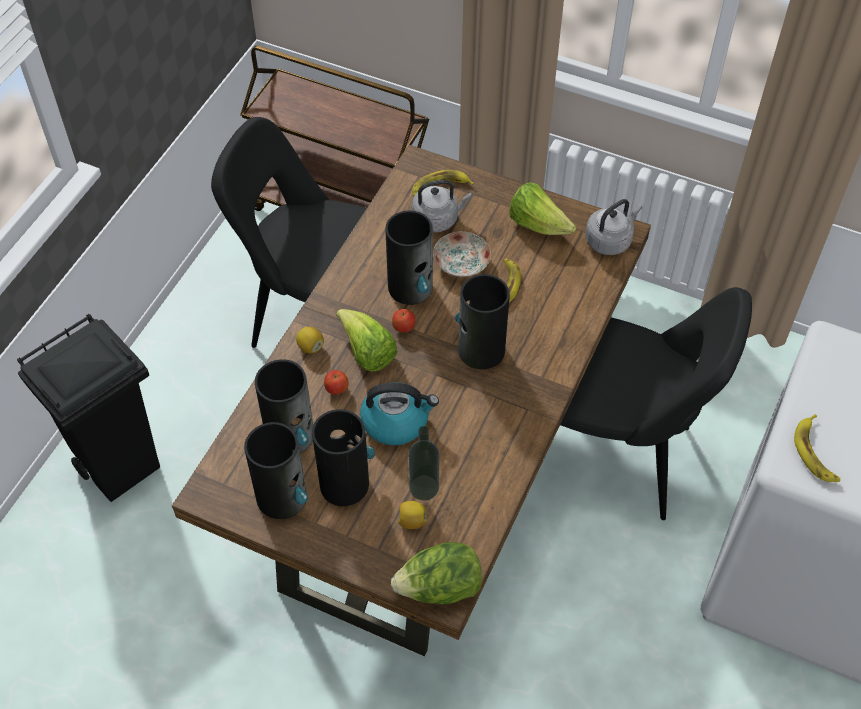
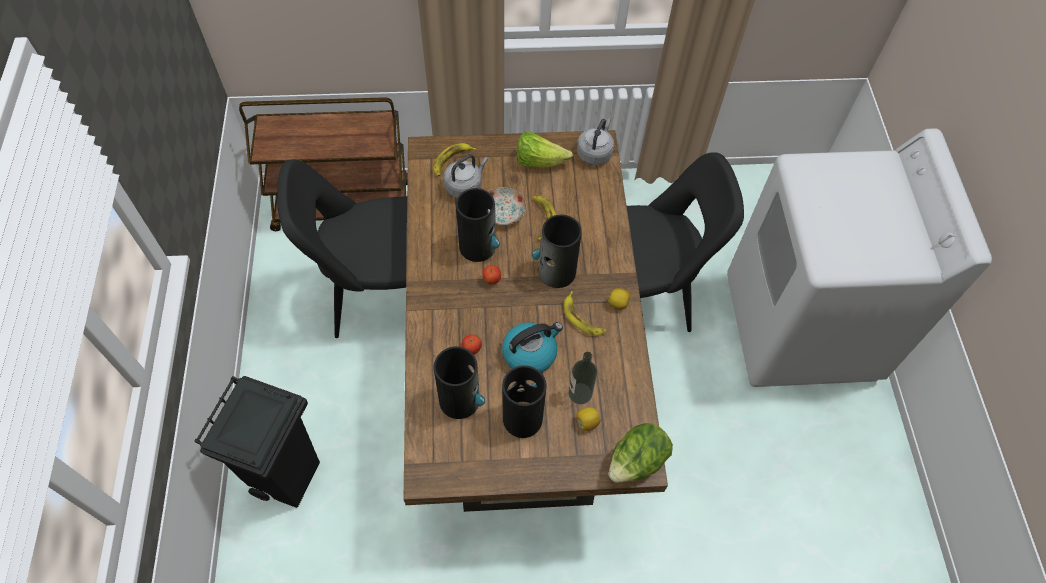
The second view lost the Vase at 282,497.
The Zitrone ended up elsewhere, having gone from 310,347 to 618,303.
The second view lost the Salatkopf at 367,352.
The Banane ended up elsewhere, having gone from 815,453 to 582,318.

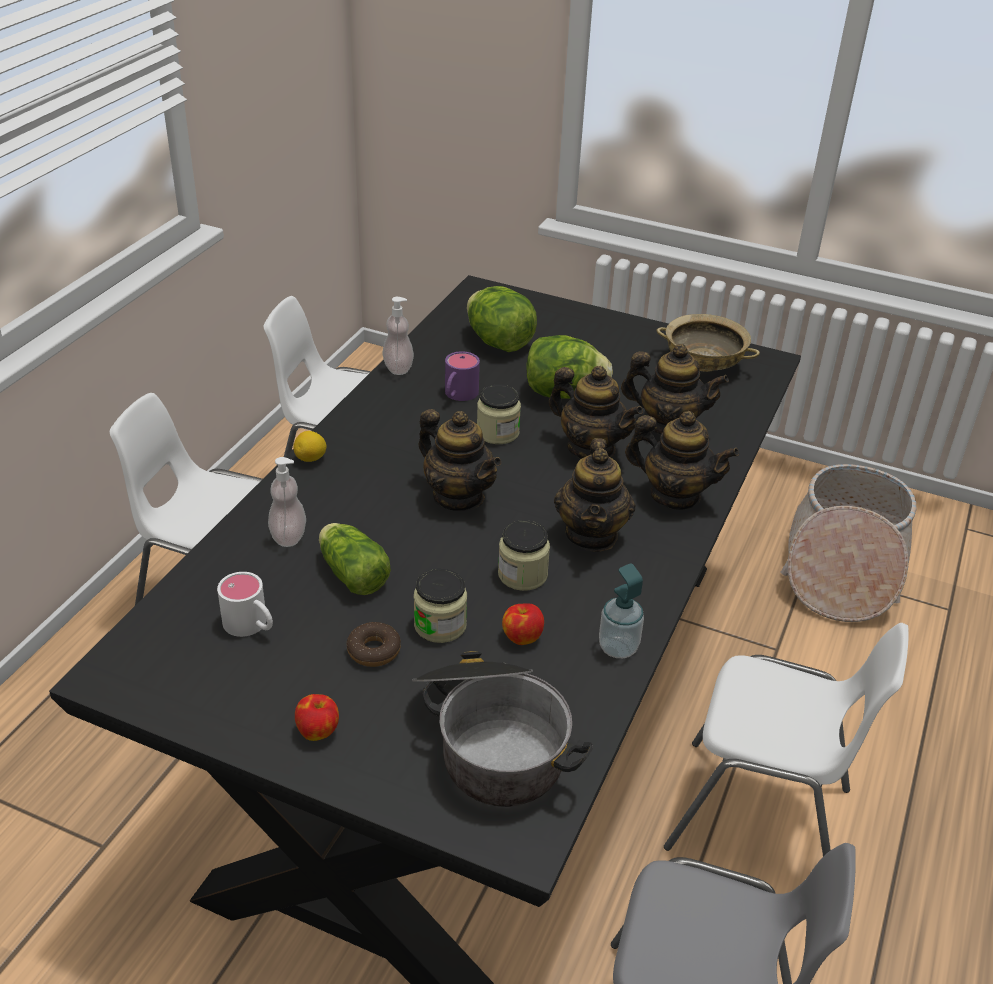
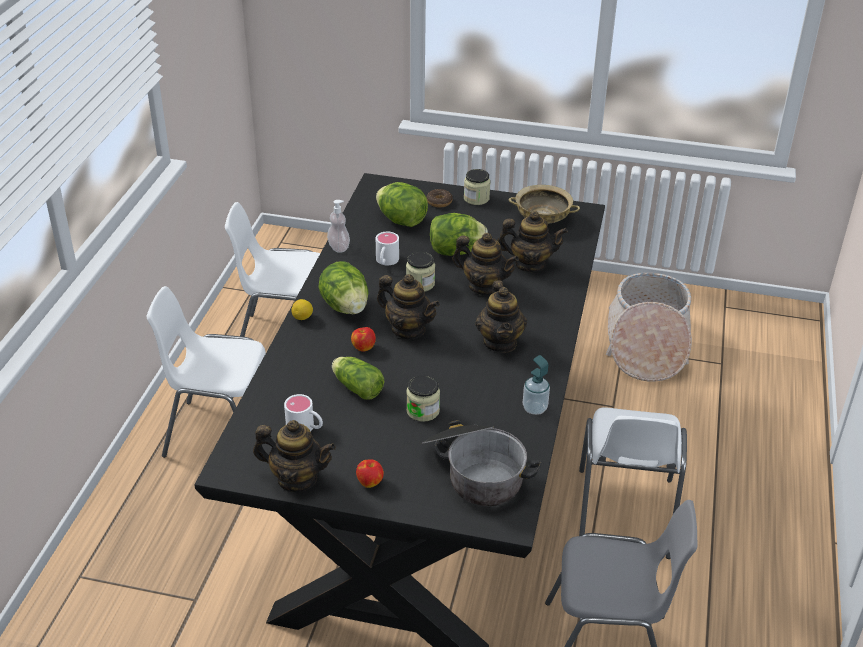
The second view lost the Seifenspender at 288,536.
The Donut ended up elsewhere, having gone from 374,650 to 439,202.
What was the Henkelbecher [lila] at 458,395 turned into the Henkelbecher [weiß] at 385,262.
The Vorratsglas ended up elsewhere, having gone from 522,574 to 476,198.
The Apfel ended up elsewhere, having gone from 522,637 to 363,347.
The Teekanne ended up elsewhere, having gone from 674,495 to 297,479.
The Stuhl [weiß] at 761,818 ended up facing another way, 90 degrees clockwise from before.
The second view gained the Salatkopf at 345,307.

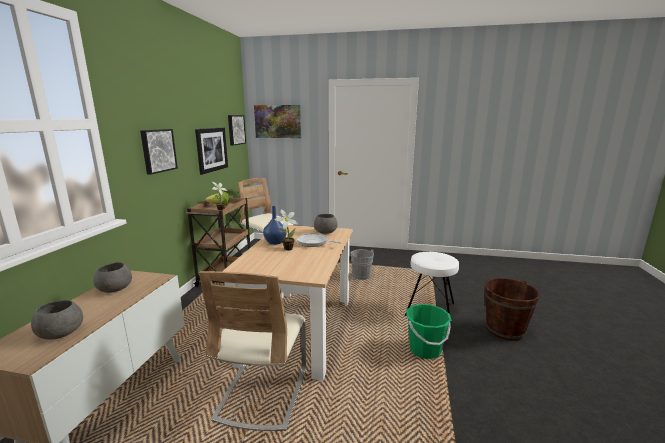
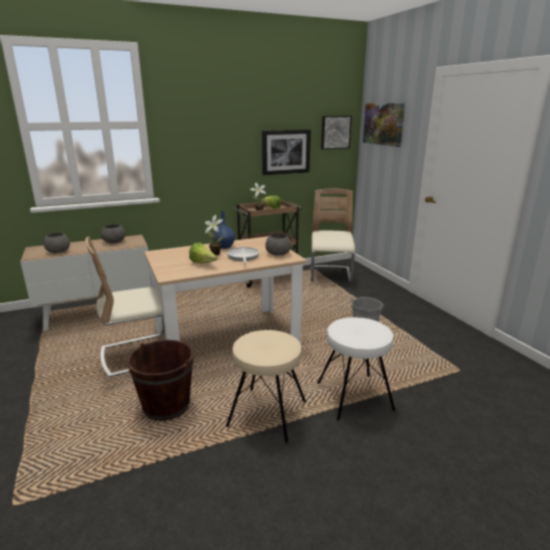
The second view lost the Bild at 158,150.
Where the Eimer [grün] stood at 425,349, the Hocker [beige] came to stand at 268,414.
The Eimer [braun] ended up elsewhere, having gone from 505,330 to 166,406.
The second view gained the Salatkopf at 203,263.

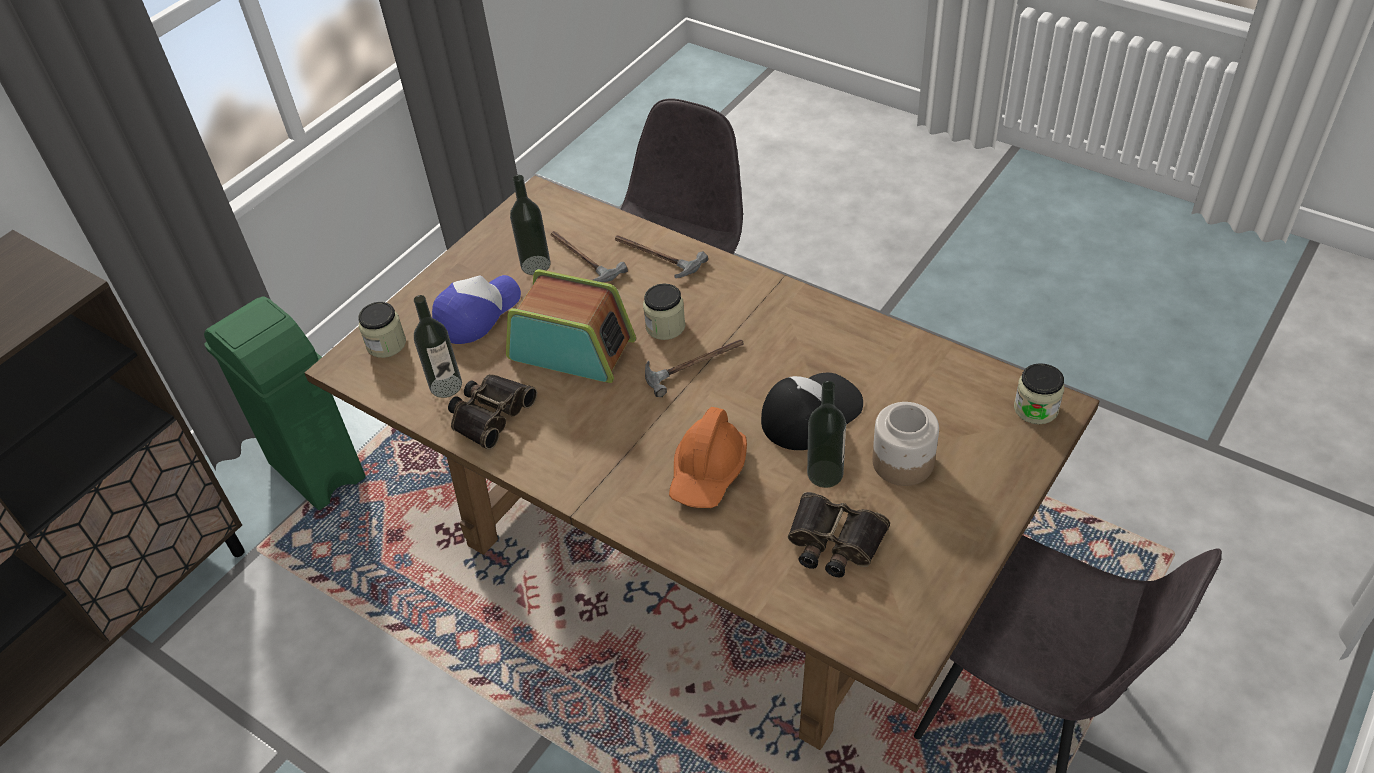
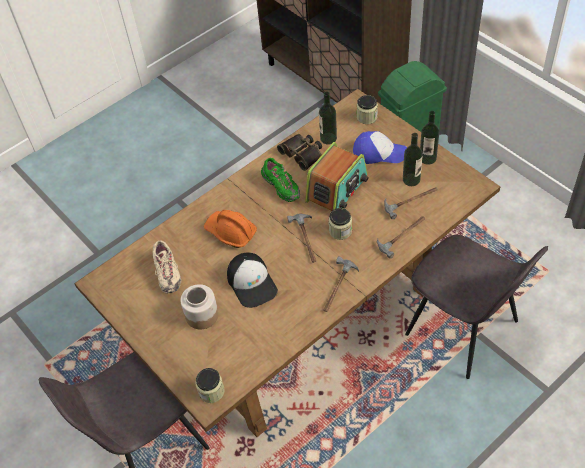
The Kappe at 477,313 ended up facing another way, 45 degrees counterclockwise from before.
Where the Fernglas stood at 833,542, the Schuh [beige] came to stand at 167,273.
The Flasche ended up elsewhere, having gone from 825,474 to 427,158.
The second view gained the Schuh [grün] at 281,187.
The second view gained the Hammer at 338,287.

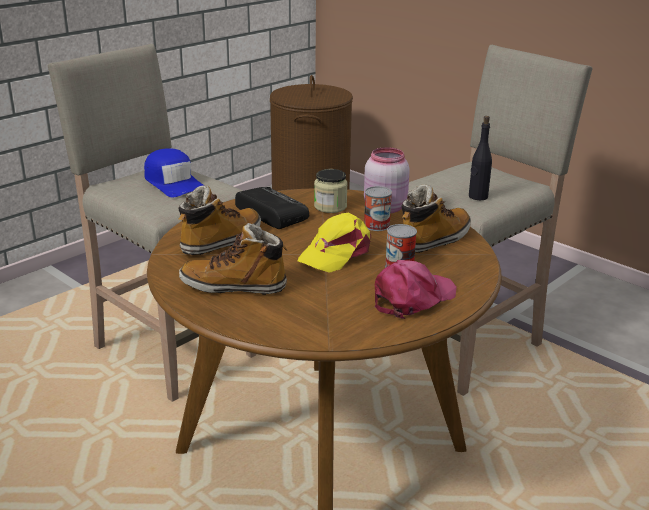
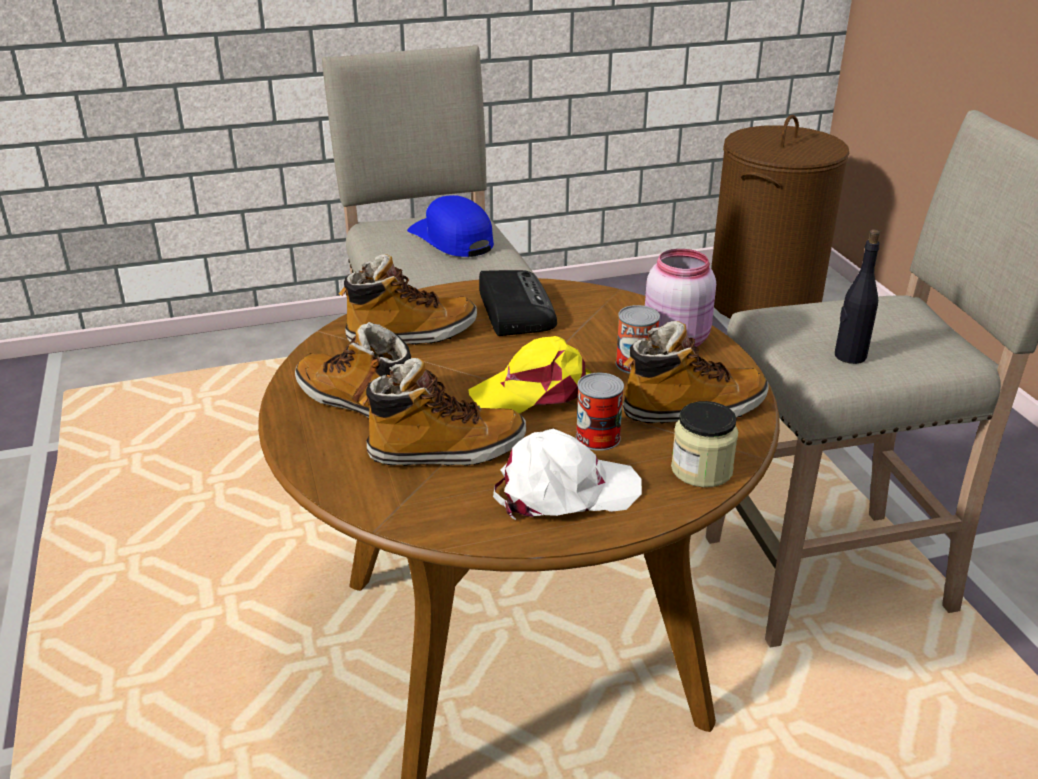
The Kappe [blau] at 173,182 ended up facing another way, 150 degrees clockwise from before.
The Vorratsglas ended up elsewhere, having gone from 330,206 to 701,470.
What was the Kappe [rosa] at 412,298 turned into the Kappe [weiß] at 564,491.
The second view gained the Stiefel at 446,451.

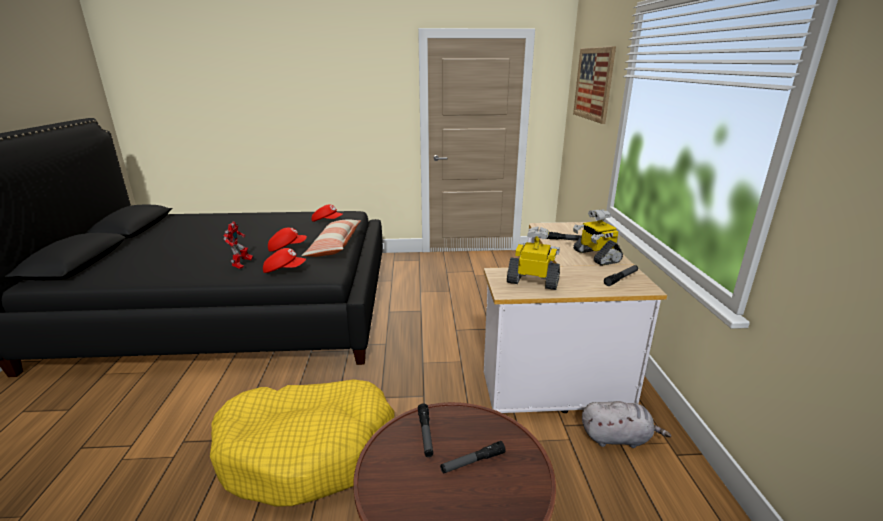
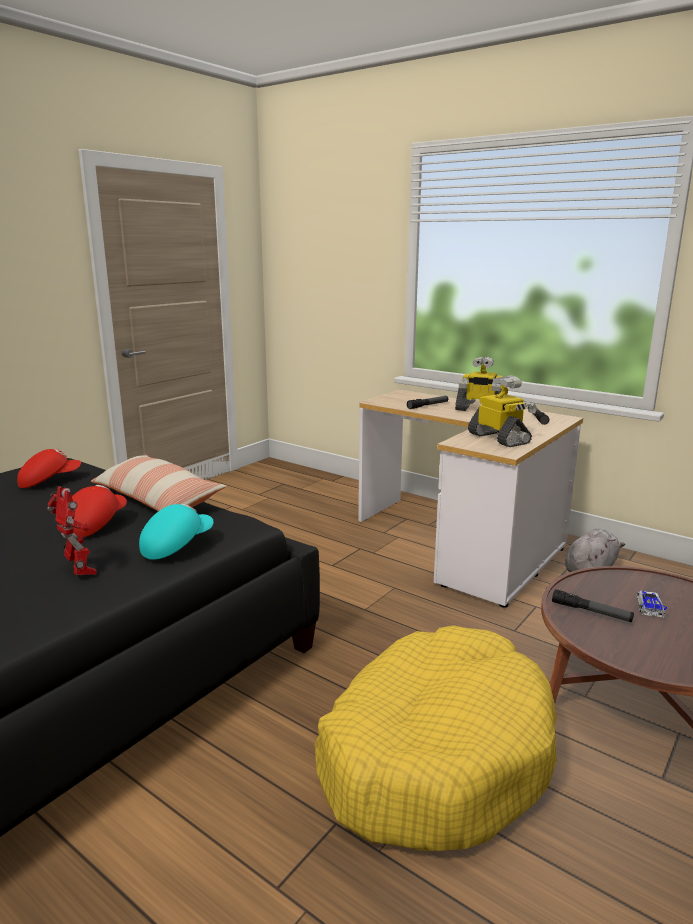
What was the Kappe [rot] at 284,270 turned into the Kappe [türkis] at 176,545.
Where the Taschenlampe stood at 472,462, the Spielzeugauto came to stand at 649,606.
The Spielzeugroboter at 533,281 ended up facing another way, 90 degrees clockwise from before.
The second view lost the Bild at 593,84.

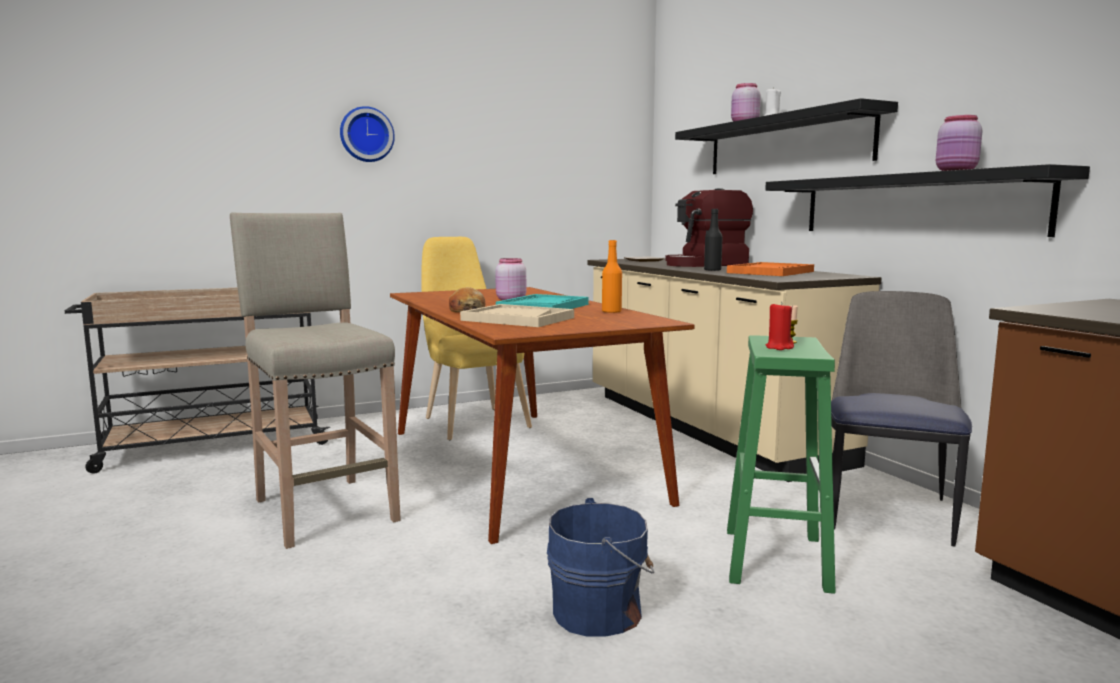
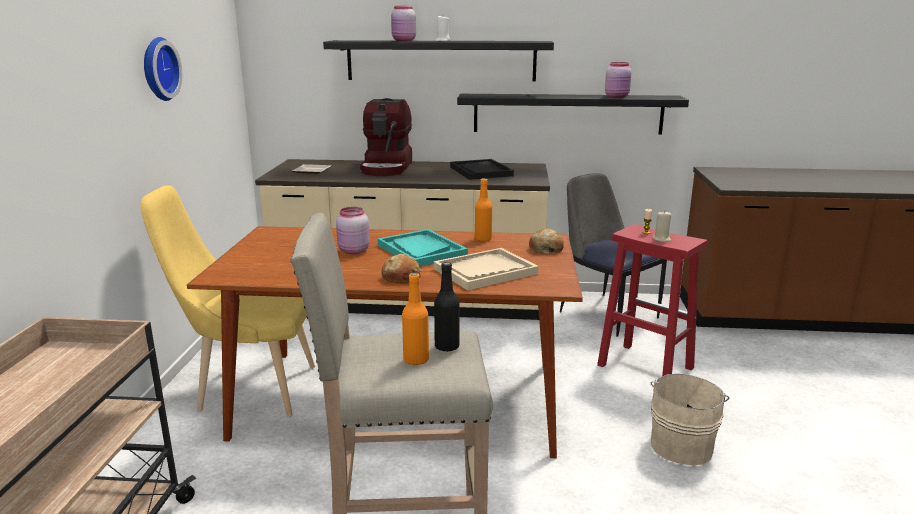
The Wanduhr ended up elsewhere, having gone from 366,134 to 157,69.
What was the Eimer [blau] at 601,611 turned into the Eimer [beige] at 682,444.
The Flasche [schwarz] ended up elsewhere, having gone from 712,270 to 447,347.
What was the Tablett [orange] at 770,272 turned into the Tablett [schwarz] at 481,171.
What was the Hocker [grün] at 775,558 turned into the Hocker [rot] at 643,366.
What was the Kerze [rot] at 779,347 turned into the Kerze [beige] at 661,239.
The second view gained the Flasche [orange] at 416,360.
The second view gained the Brot at 545,249.

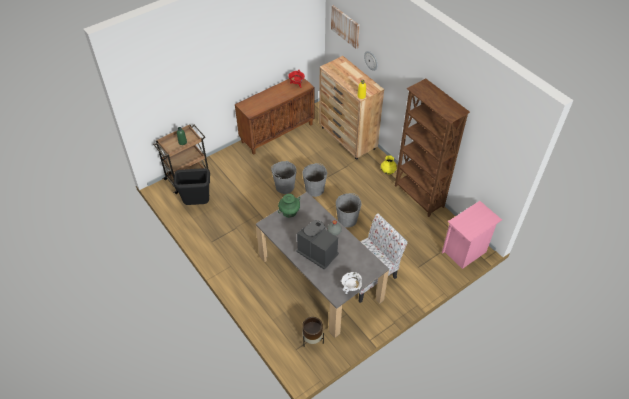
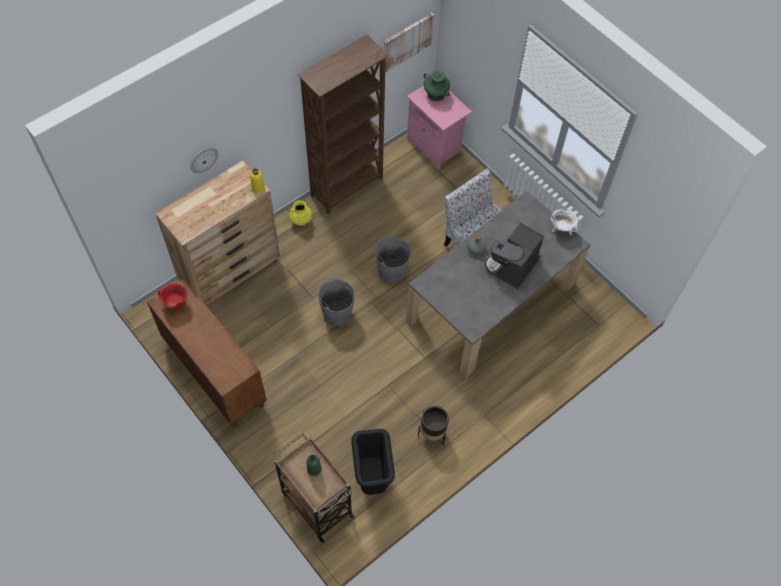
The second view lost the Eimer [grau] at 284,186.
The Vase [grün] ended up elsewhere, having gone from 289,212 to 435,94.
The Pflanzkübel [braun] ended up elsewhere, having gone from 312,339 to 432,433.
The Bild ended up elsewhere, having gone from 345,26 to 407,41.

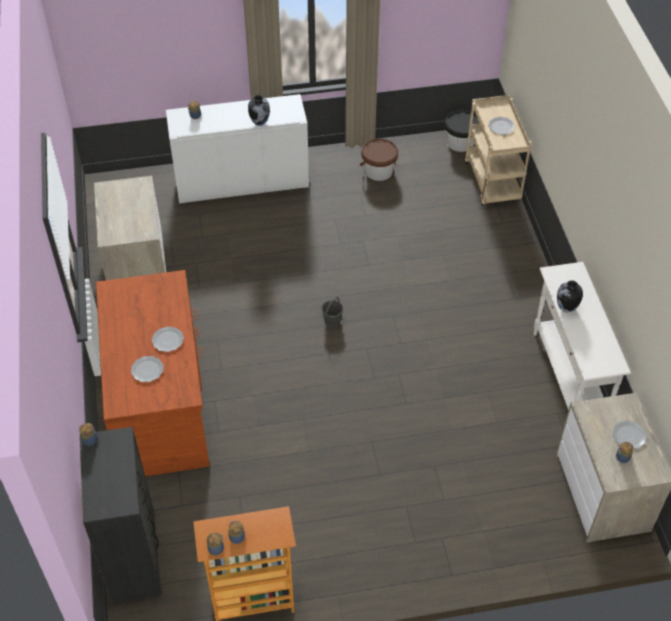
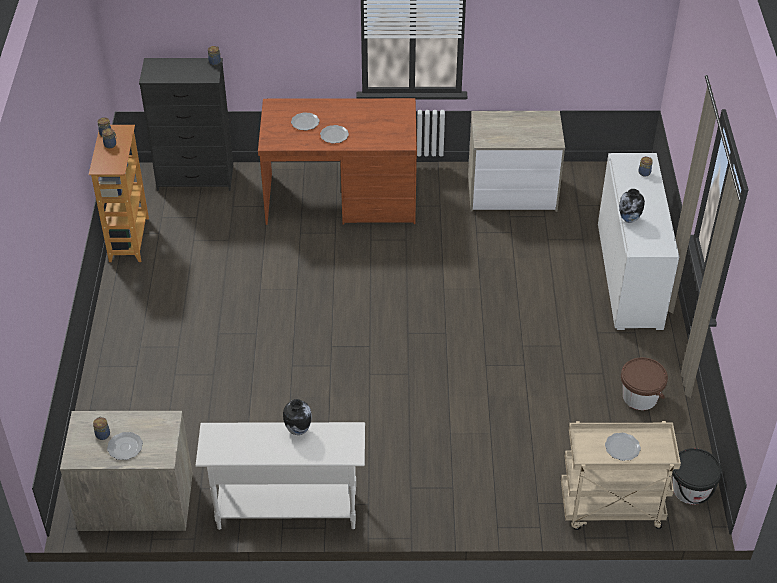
The second view lost the Eimer [grau] at 332,321.

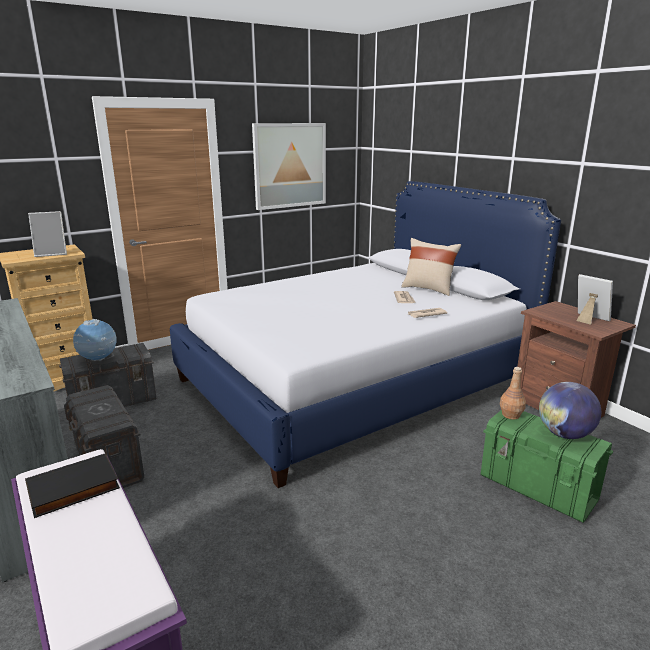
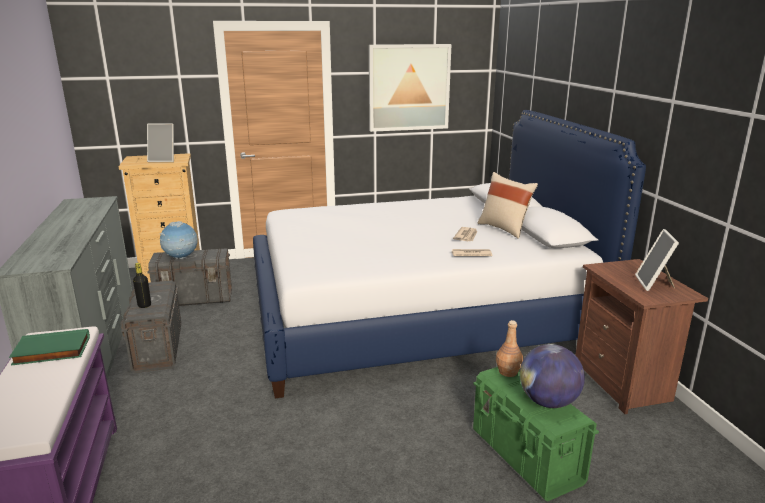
What was the Buch [schwarz] at 73,490 turned into the Buch [grün] at 51,351.
The Bilderrahmen at 589,319 ended up facing another way, 150 degrees counterclockwise from before.
The second view gained the Flasche [schwarz] at 144,305.

